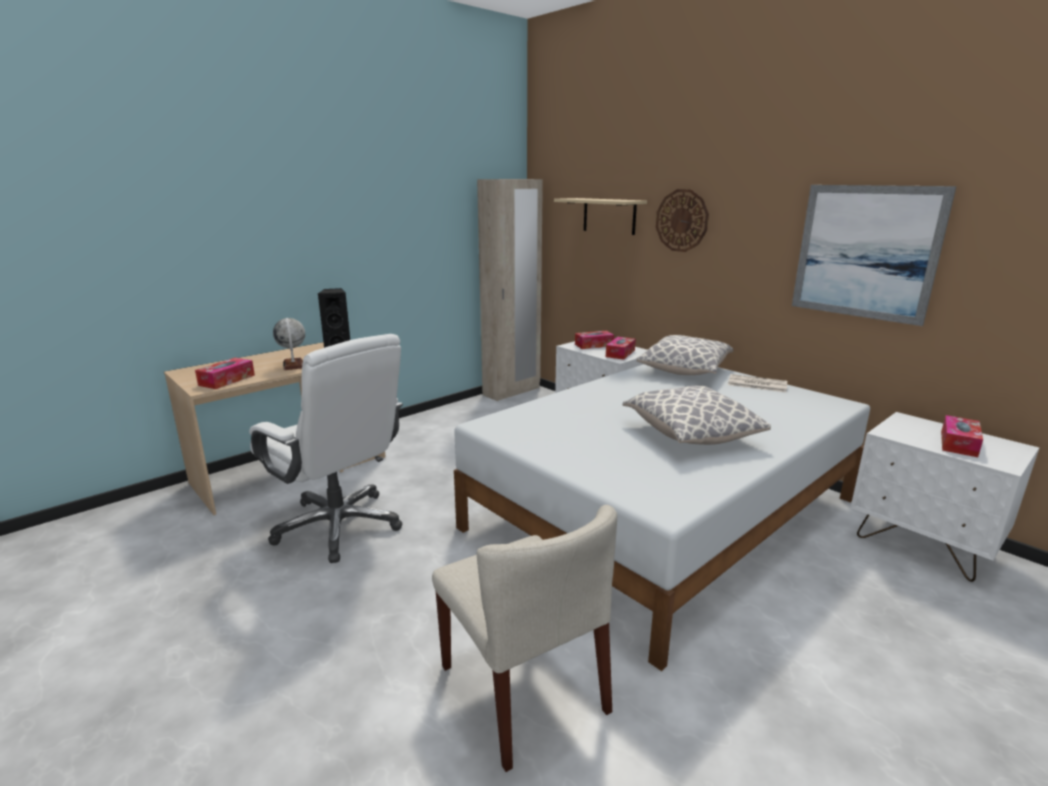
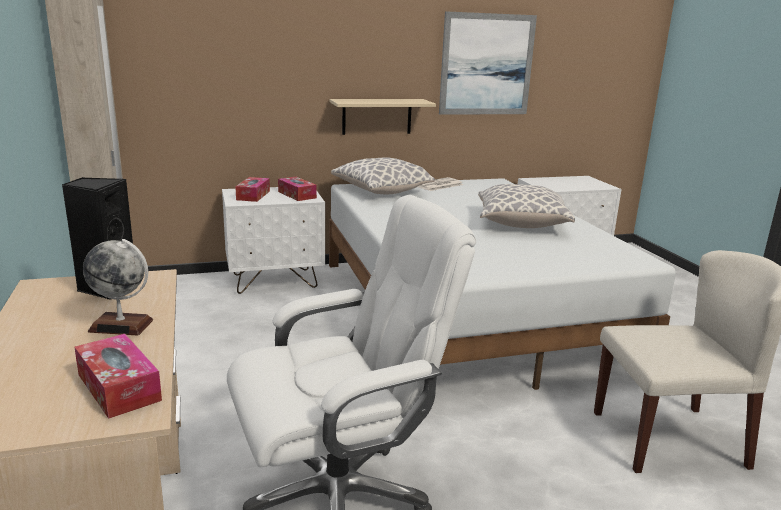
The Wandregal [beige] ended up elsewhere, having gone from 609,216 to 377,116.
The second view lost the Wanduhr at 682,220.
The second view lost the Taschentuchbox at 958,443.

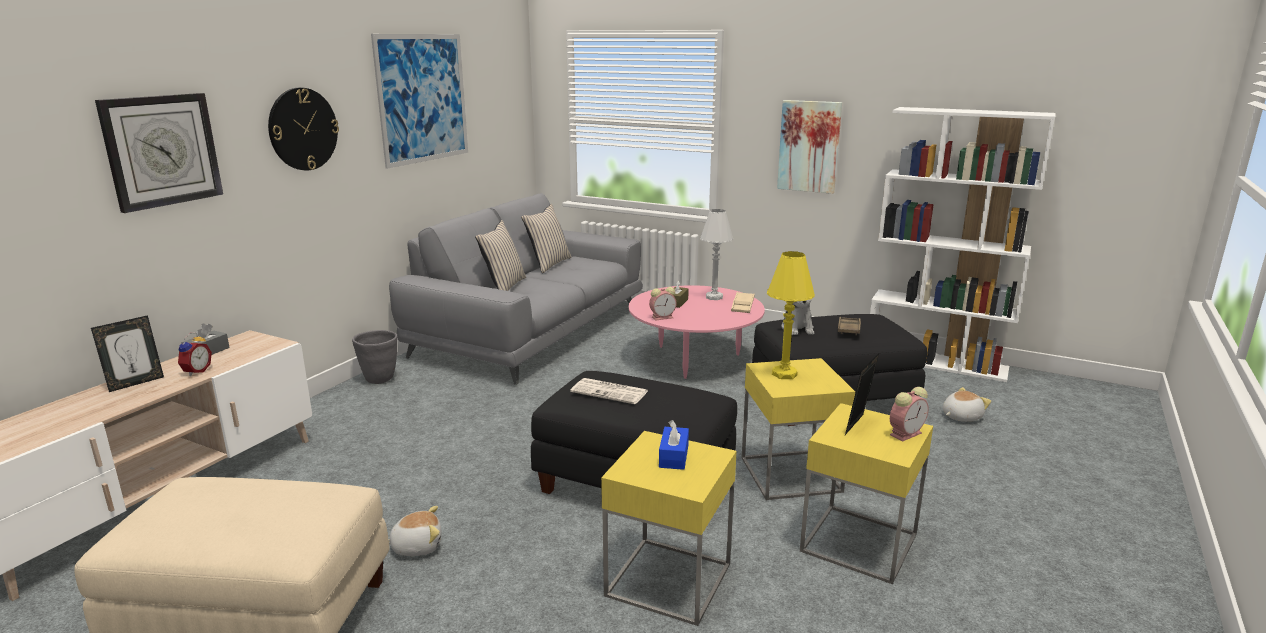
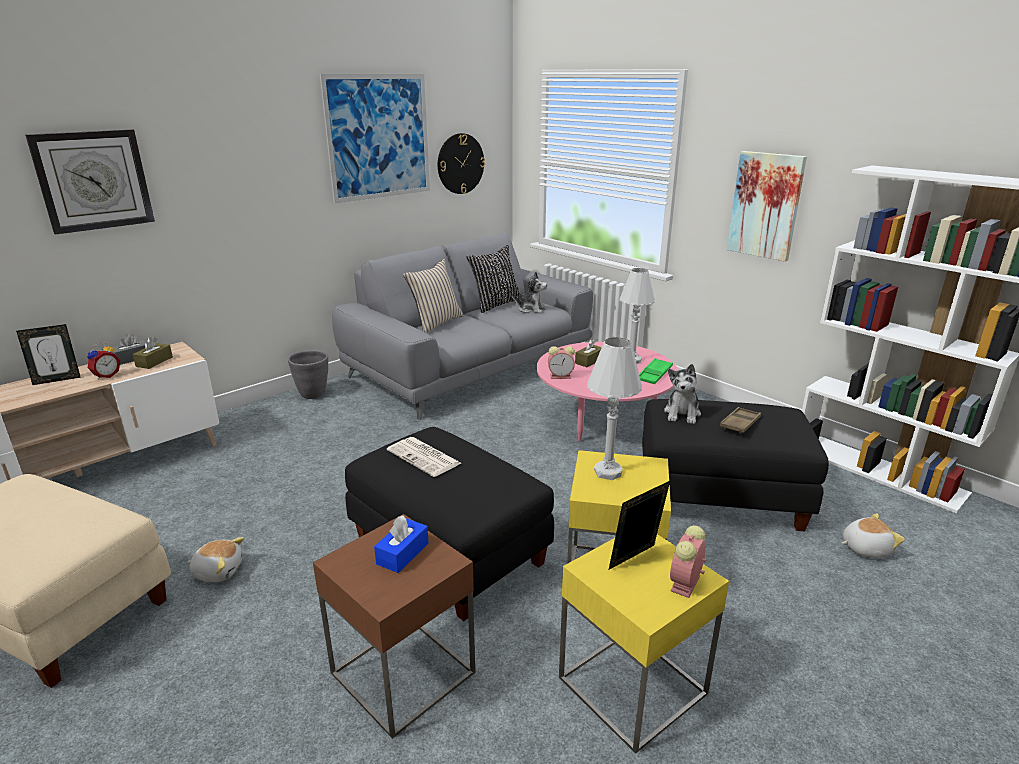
The Wanduhr ended up elsewhere, having gone from 303,129 to 460,164.
What was the Kissen [beige] at 548,264 turned into the Kissen [schwarz] at 495,304.
What was the Beistelltisch [gelb] at 668,580 turned into the Beistelltisch [braun] at 403,673.
What was the Tablett [beige] at 742,306 turned into the Tablett [grün] at 654,374.
What was the Tischlampe [gelb] at 784,374 turned into the Tischlampe [weiß] at 607,472.
The Wecker at 906,433 ended up facing another way, 135 degrees clockwise from before.
The second view gained the Taschentuchbox [braun] at 154,362.
The second view gained the Plüschtier at 530,309.

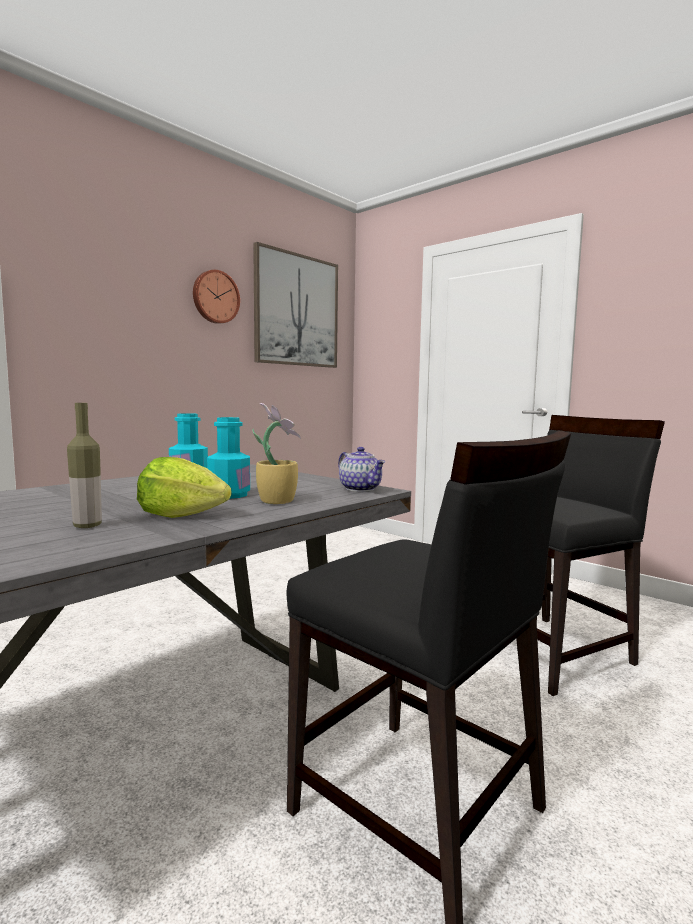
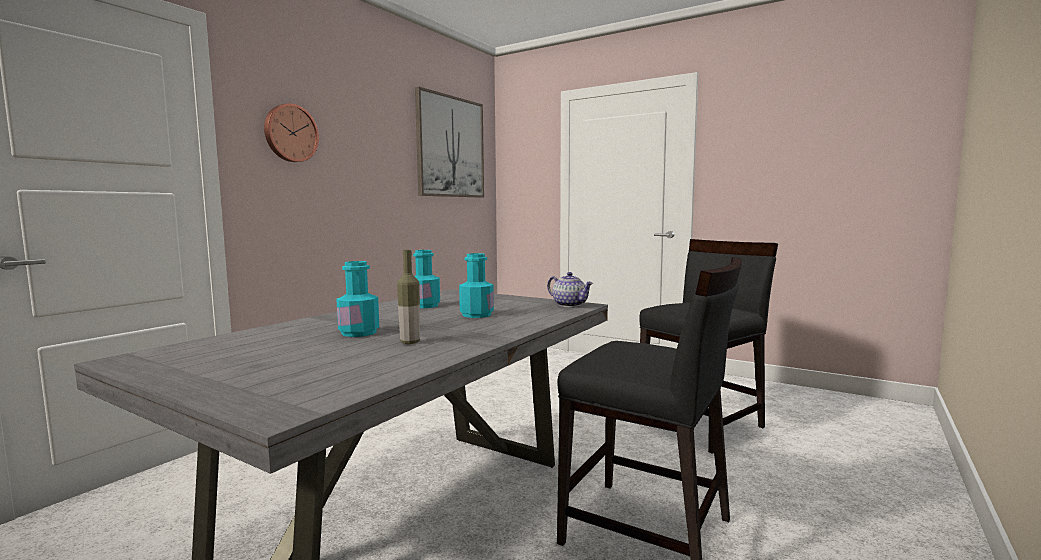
The second view lost the Salatkopf at 181,515.
The Wanduhr ended up elsewhere, having gone from 215,297 to 290,133.
The second view lost the Topfpflanze at 277,501.
The second view gained the Flasche [türkis] at 359,333.

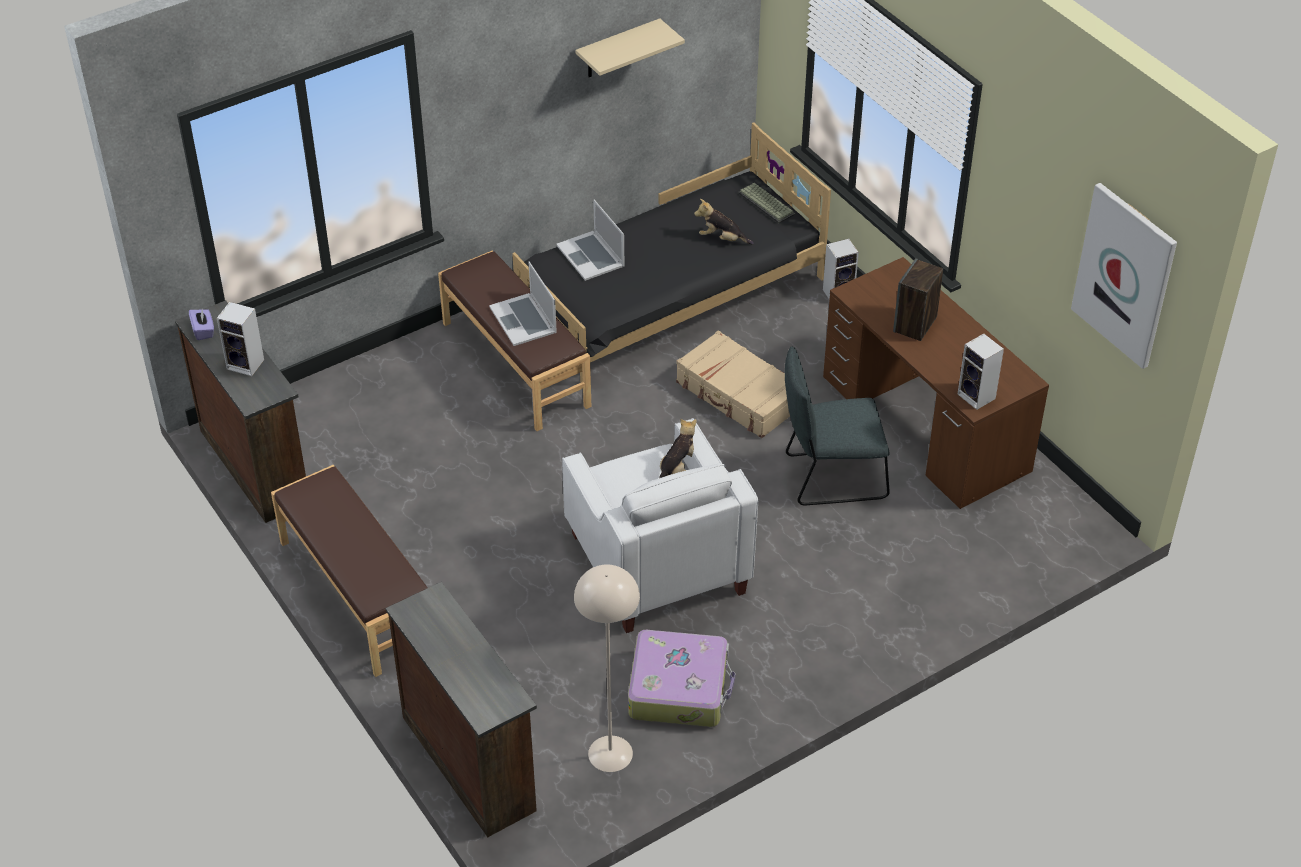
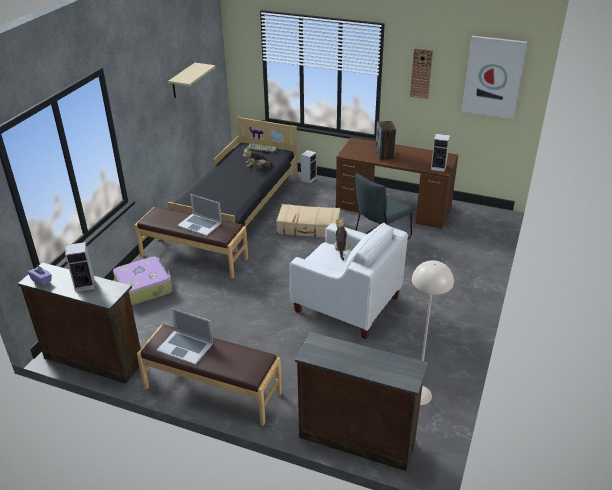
The Laptop ended up elsewhere, having gone from 591,255 to 185,347.
The Koffer ended up elsewhere, having gone from 679,688 to 144,287.
The second view gained the Wanduhr at 421,73.

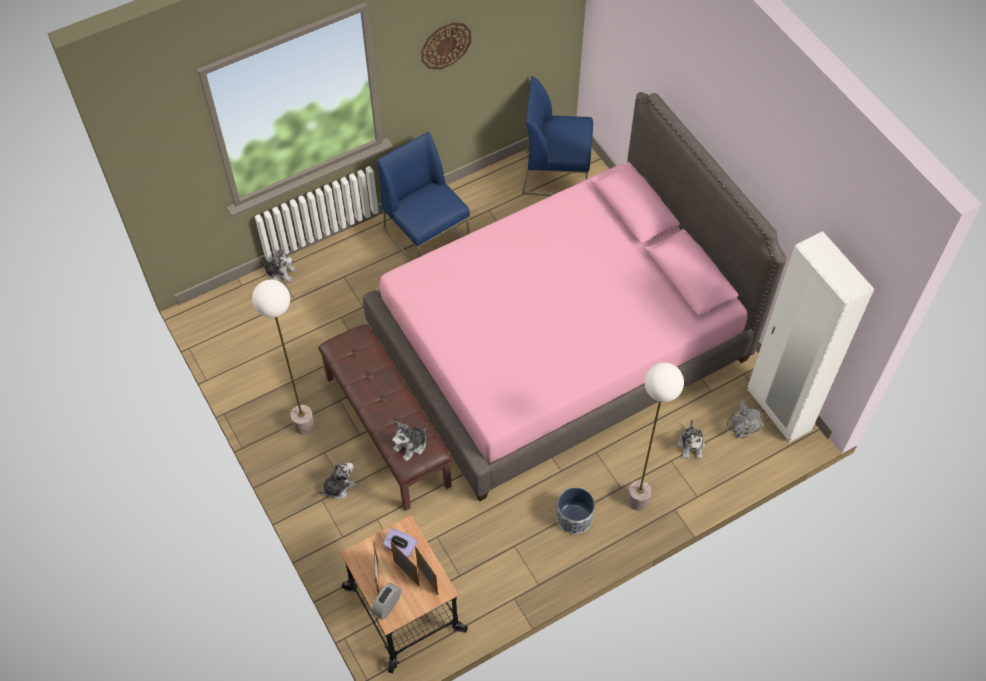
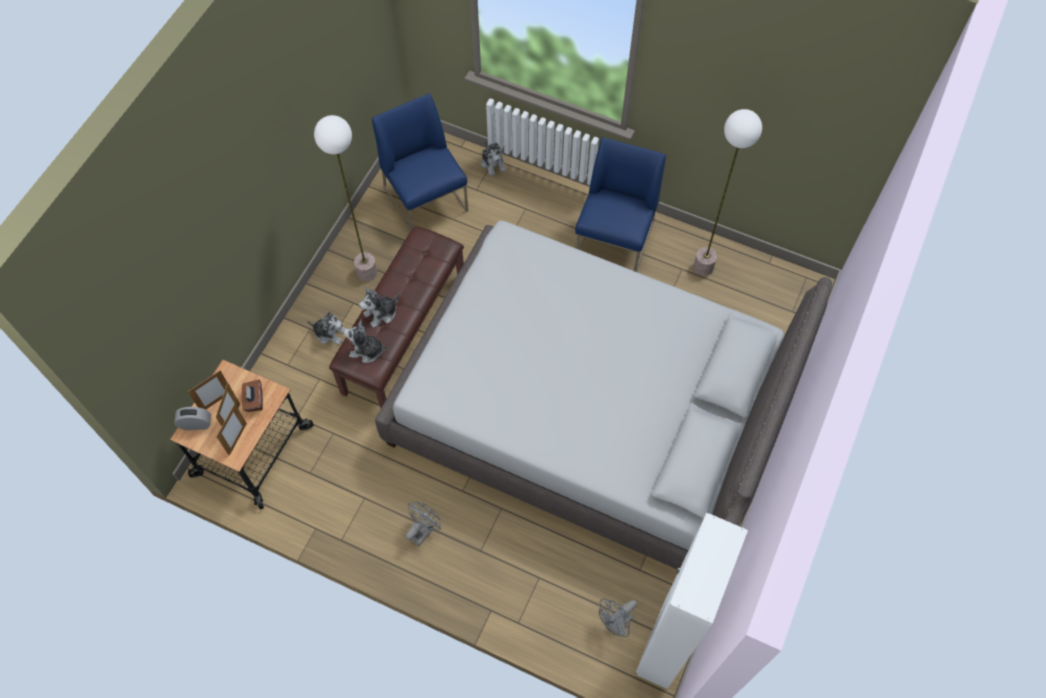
What was the Bett [rosa] at 560,345 turned into the Bett [grau] at 588,412.
What was the Taschentuchbox [lila] at 400,548 turned into the Taschentuchbox [braun] at 254,400.
The second view lost the Wanduhr at 445,45.
The Stuhl [blau] ended up elsewhere, having gone from 556,173 to 427,199.
Where the Pflanzkübel stood at 574,518, the Ventilator [grau] came to stand at 423,530.
The Stehlampe ended up elsewhere, having gone from 638,500 to 703,267.
The Plüschtier ended up elsewhere, having gone from 691,446 to 381,313.

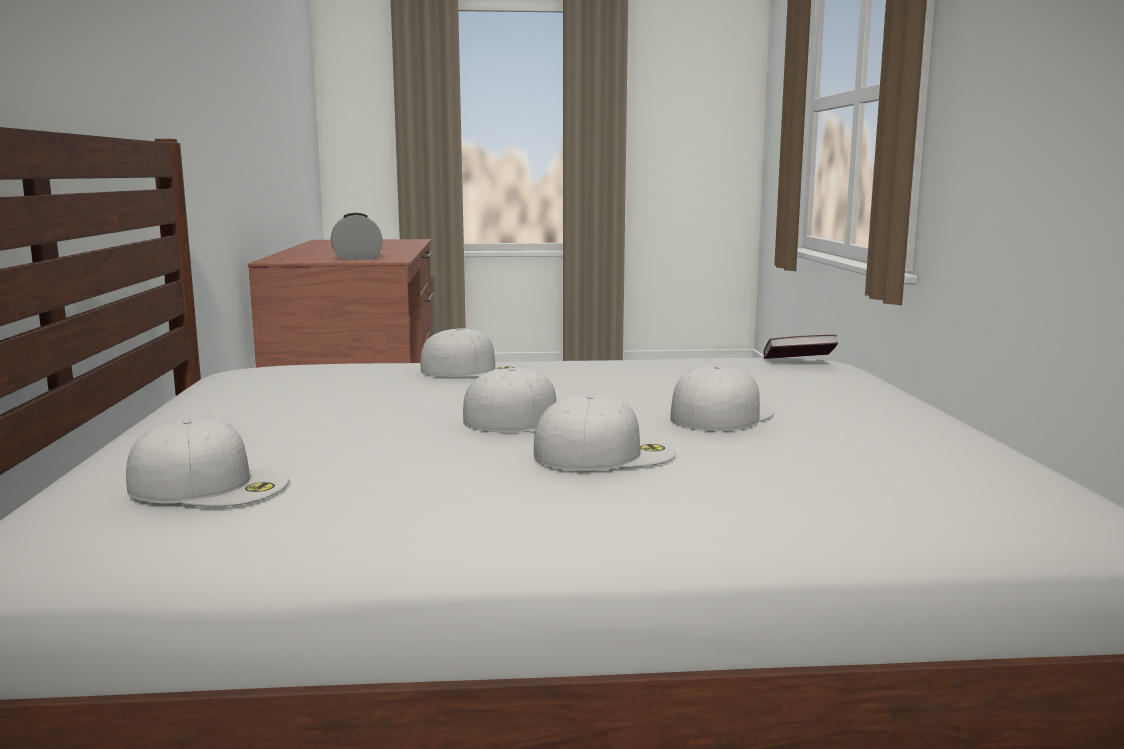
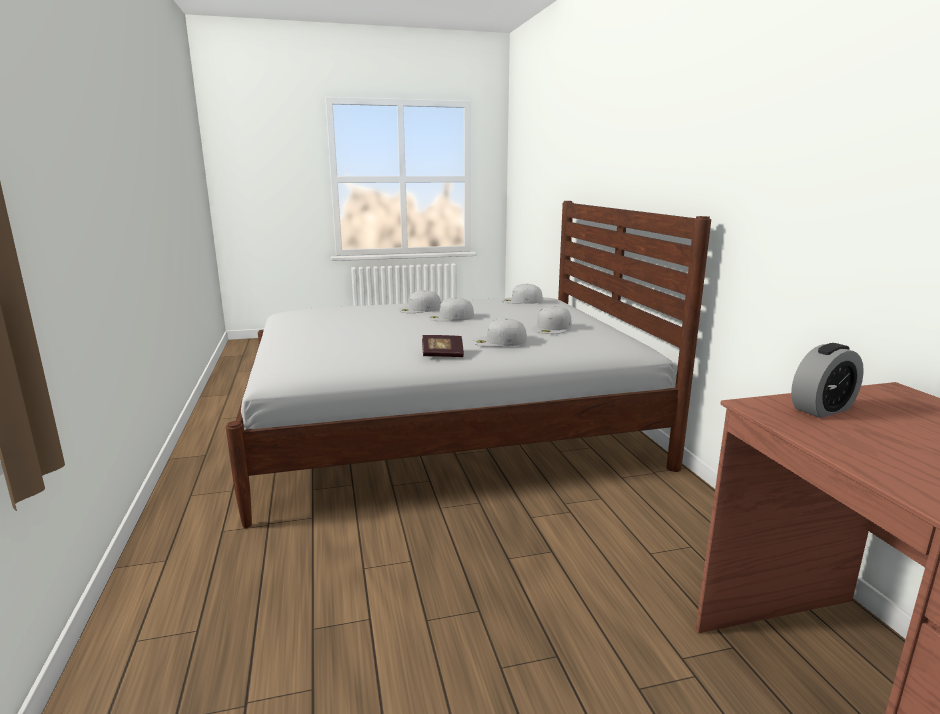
The Kappe [weiß] ended up elsewhere, having gone from 721,415 to 552,328.
The Buch ended up elsewhere, having gone from 799,362 to 442,355.

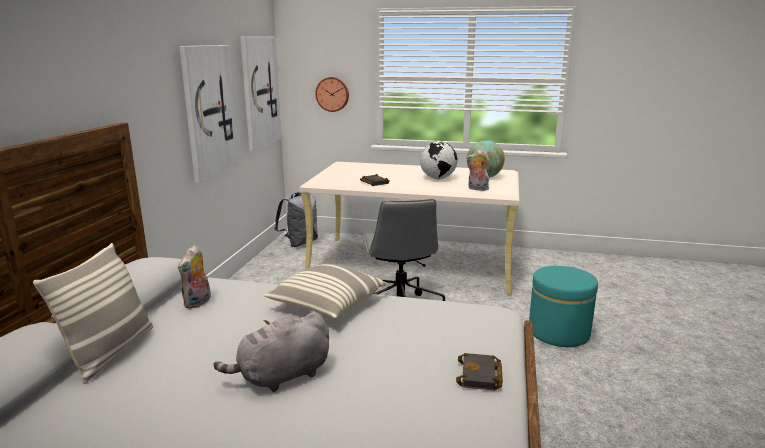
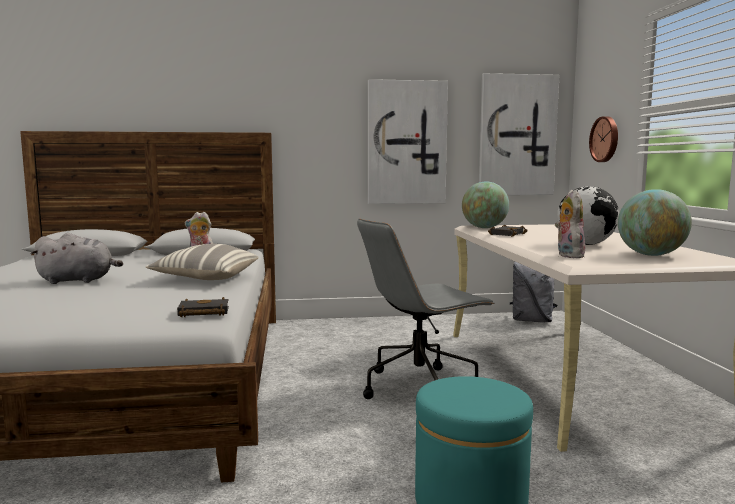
The second view lost the Kissen at 110,352.
The Plüschtier [grau] at 281,376 ended up facing another way, 135 degrees clockwise from before.
The Buch [schwarz] ended up elsewhere, having gone from 481,376 to 202,313.
The second view gained the Globus at 484,228.

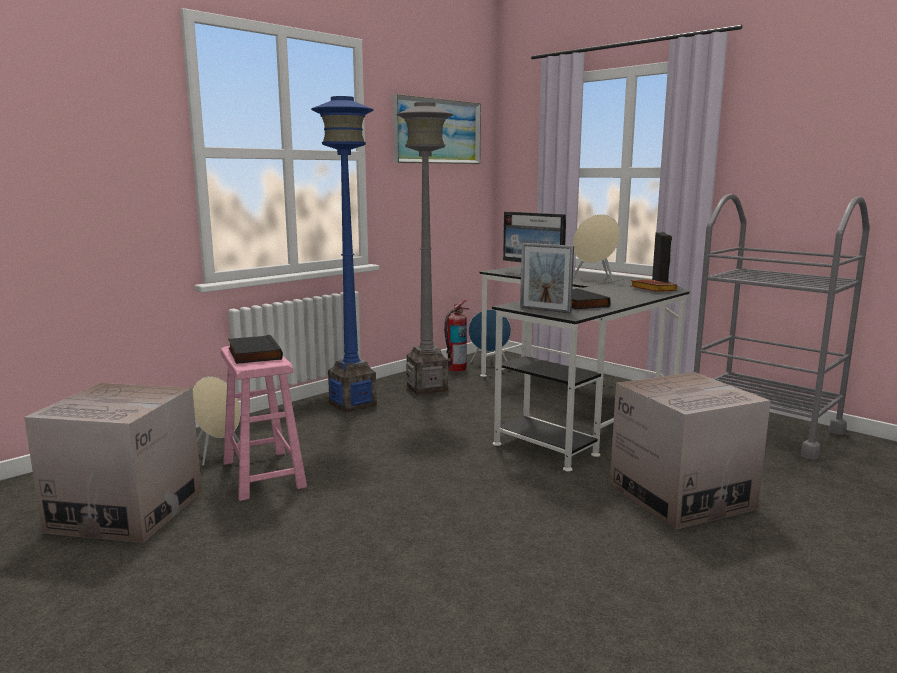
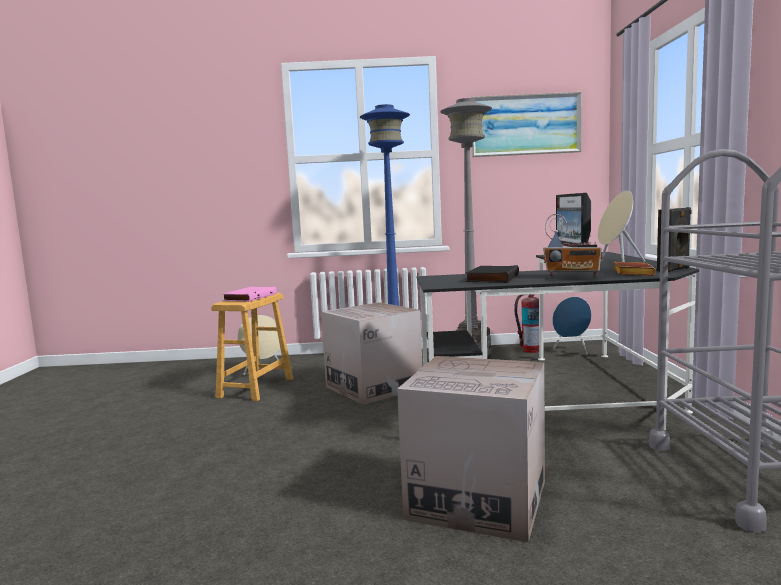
The Karton ended up elsewhere, having gone from 126,511 to 373,387.
What was the Hocker [rosa] at 264,474 turned into the Hocker [braun] at 256,388.
What was the Buch [schwarz] at 253,354 turned into the Buch [rosa] at 249,297.
The second view lost the Bilderrahmen at 545,310.
The second view gained the Radio at 572,276.

